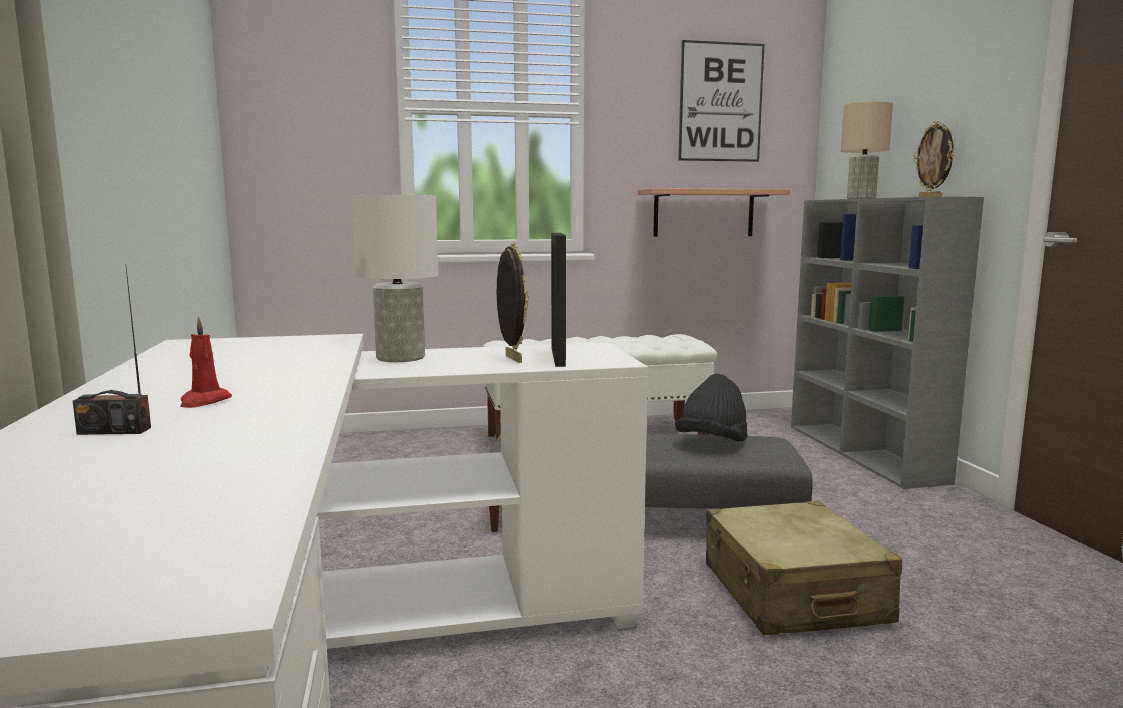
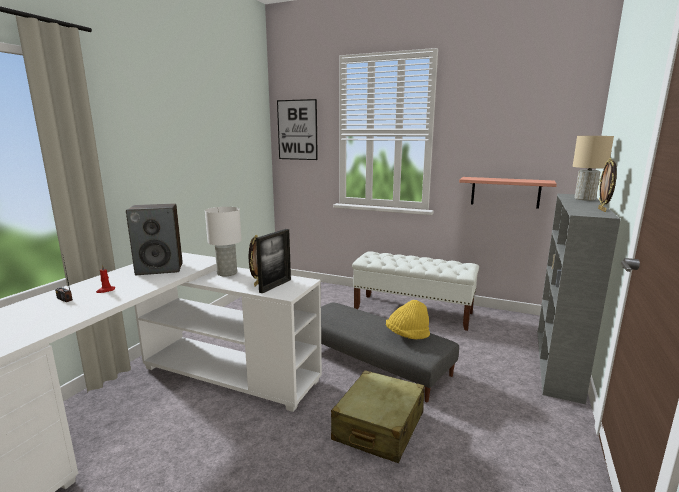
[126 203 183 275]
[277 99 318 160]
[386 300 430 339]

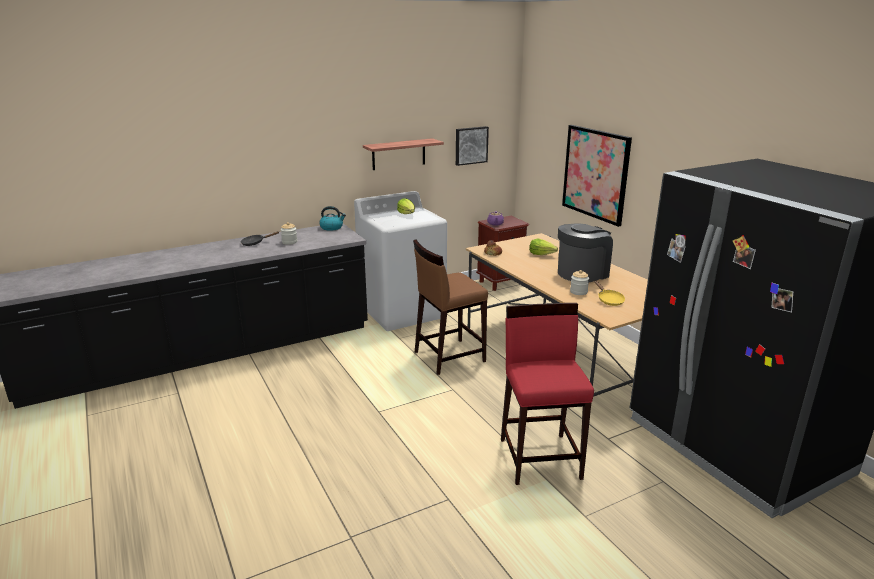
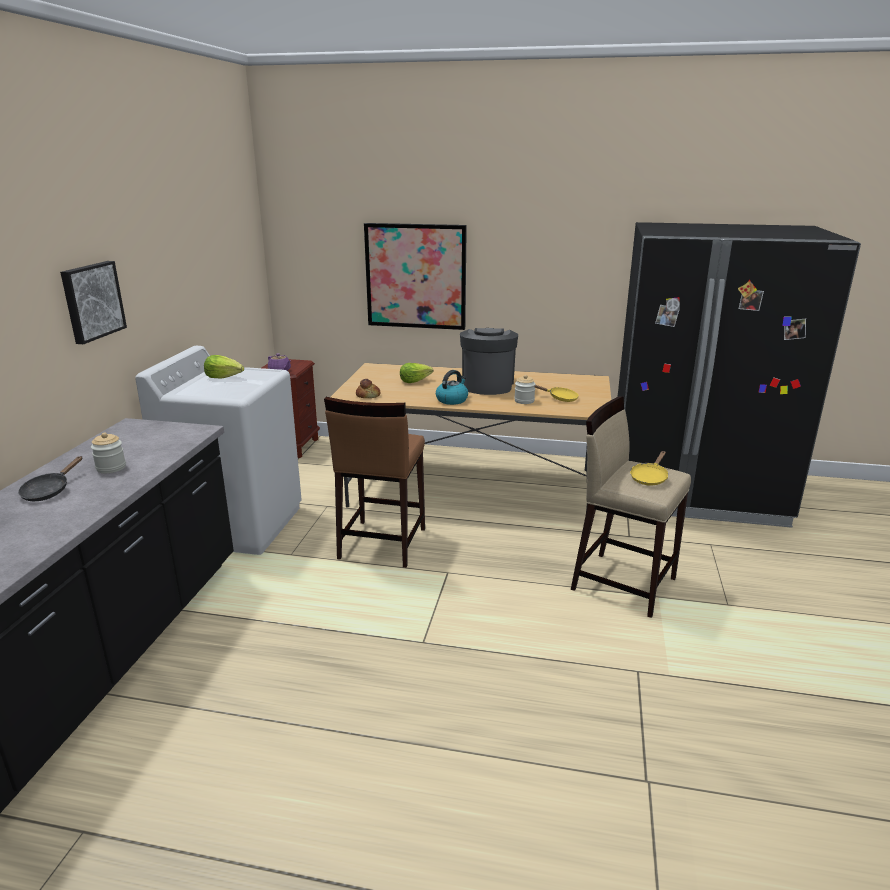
[60 261 127 344]
[436 370 468 405]
[571 396 691 618]
[630 451 668 486]
[363 138 444 170] (first image)

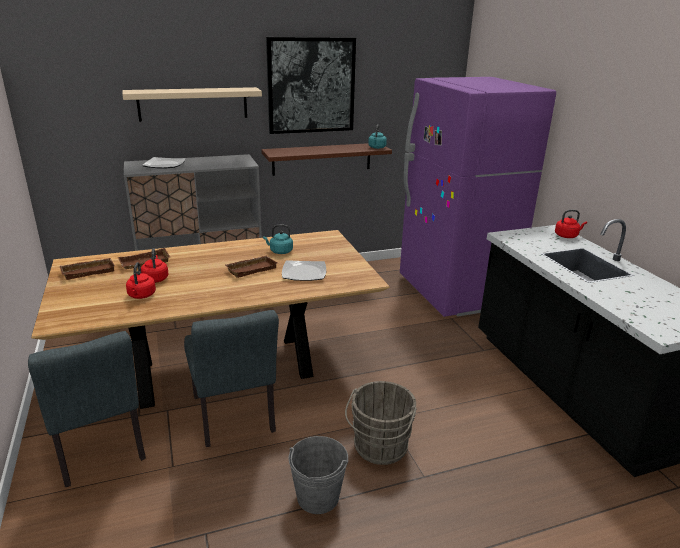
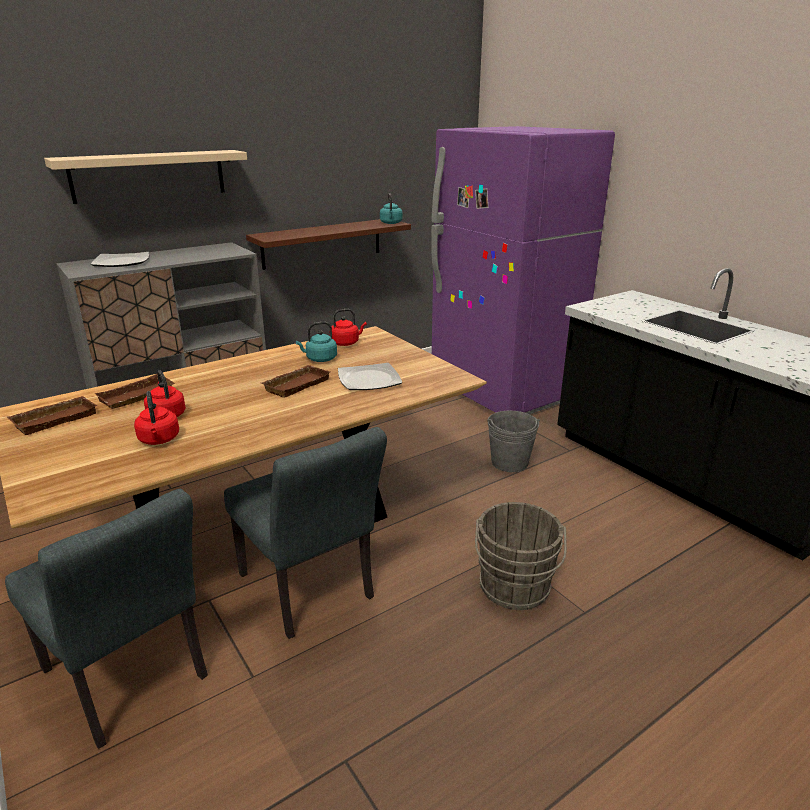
[329 309 367 346]
[487 411 540 472]
[266 37 356 134] (first image)

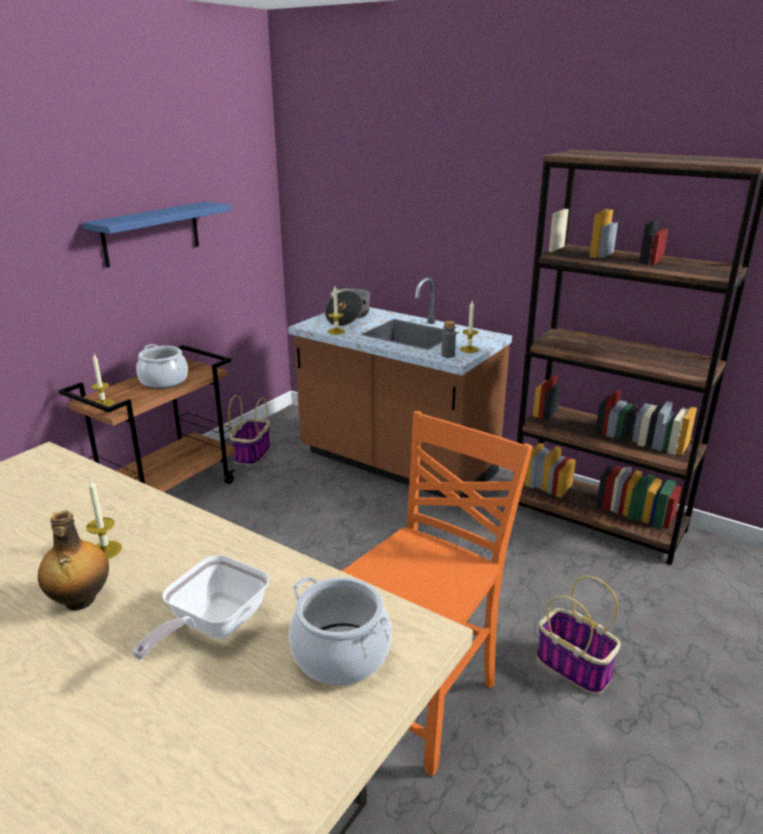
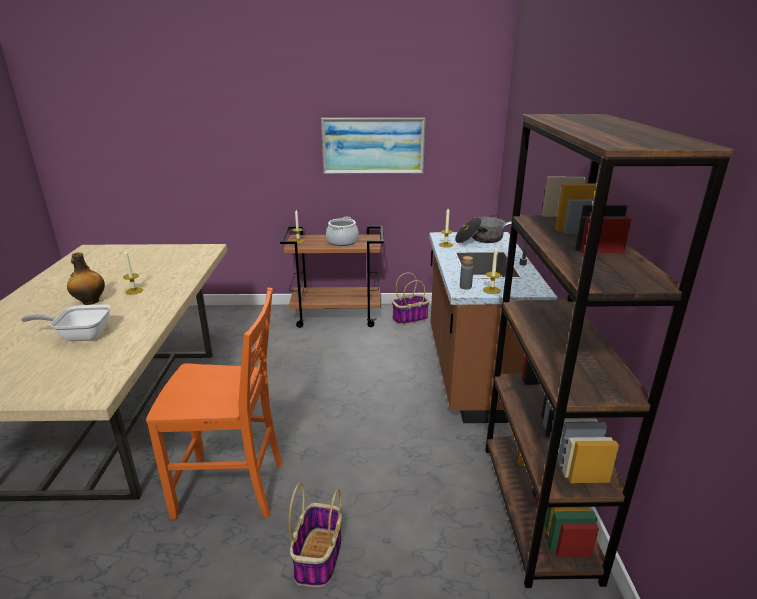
[321 118 425 174]
[289 577 392 685] (first image)

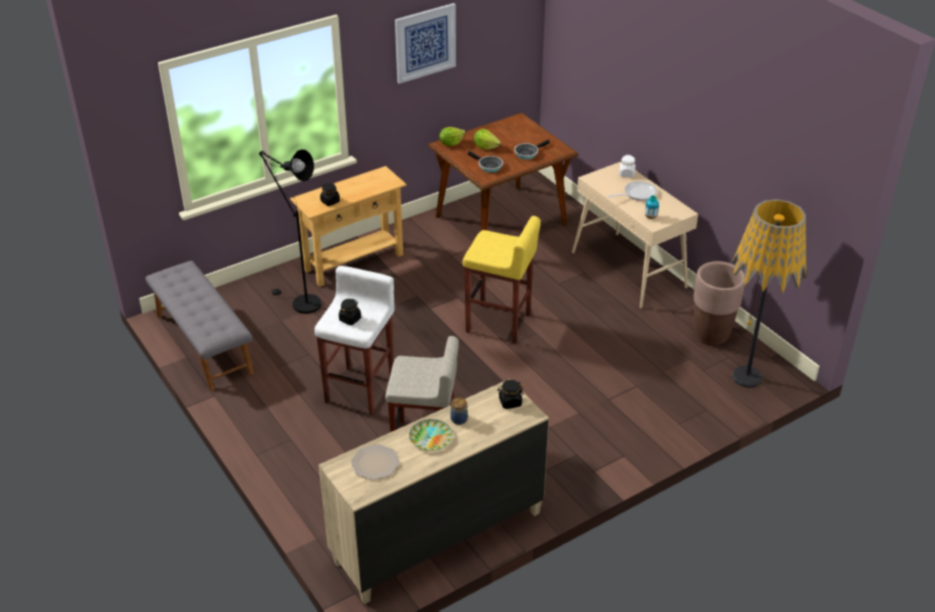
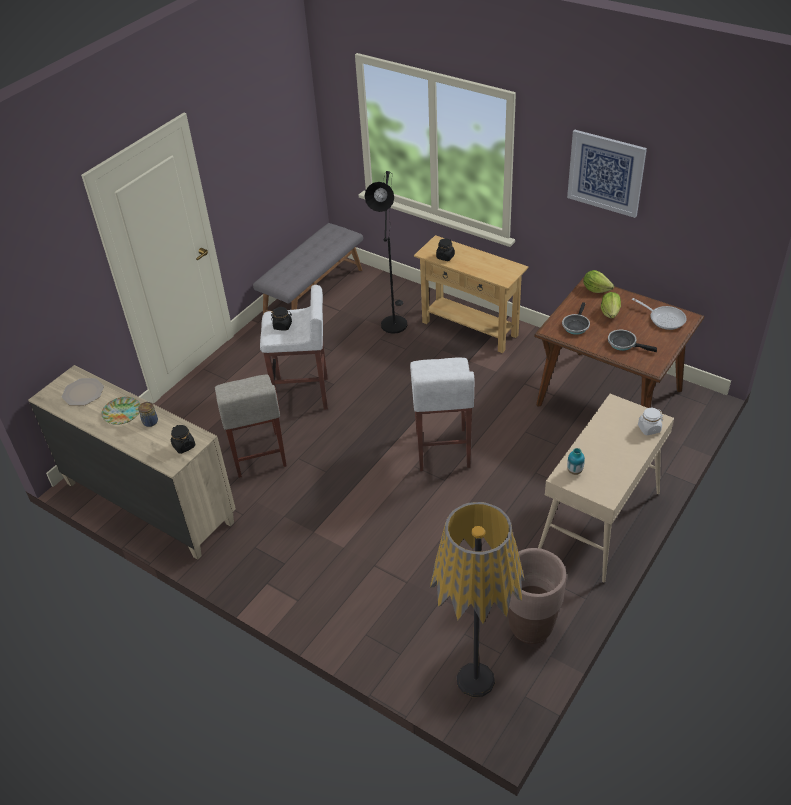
[410 358 474 471]
[632 298 687 330]

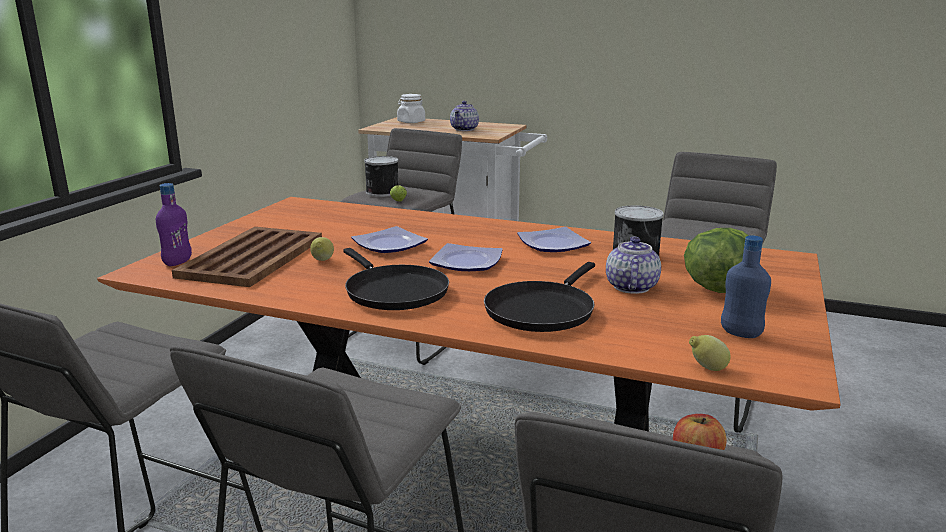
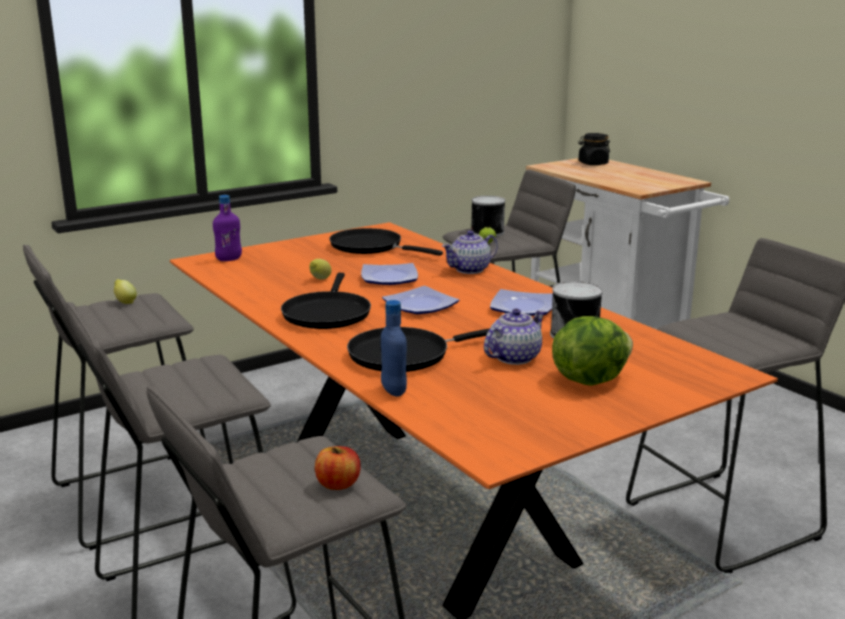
[114 279 137 304]
[329 228 443 256]
[381 300 407 397]
[442 230 498 274]
[578 133 610 165]
[172 227 322 287] (first image)

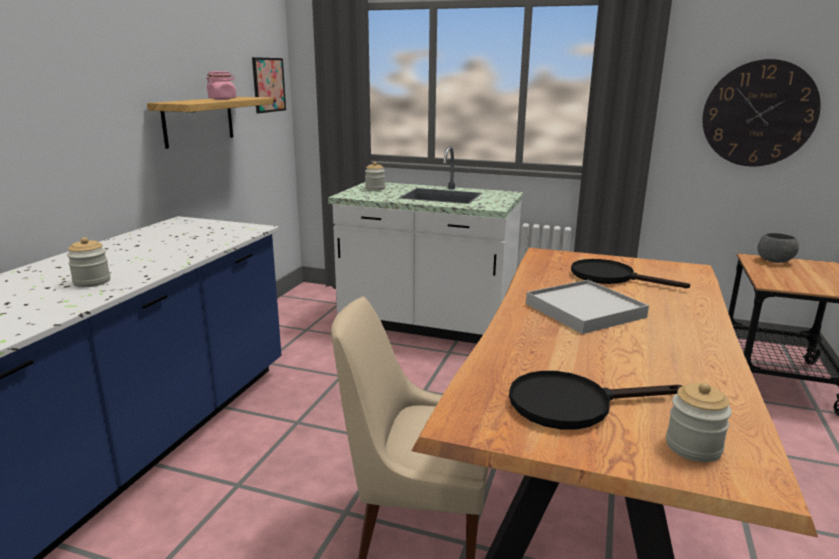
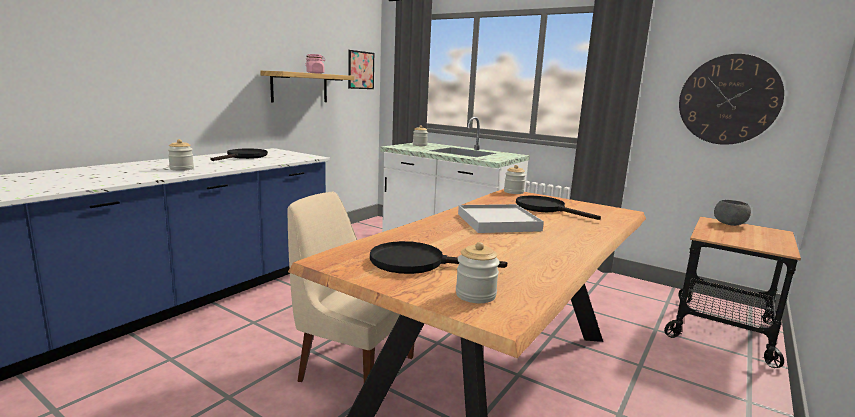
[211 149 268 161]
[504 165 526 194]

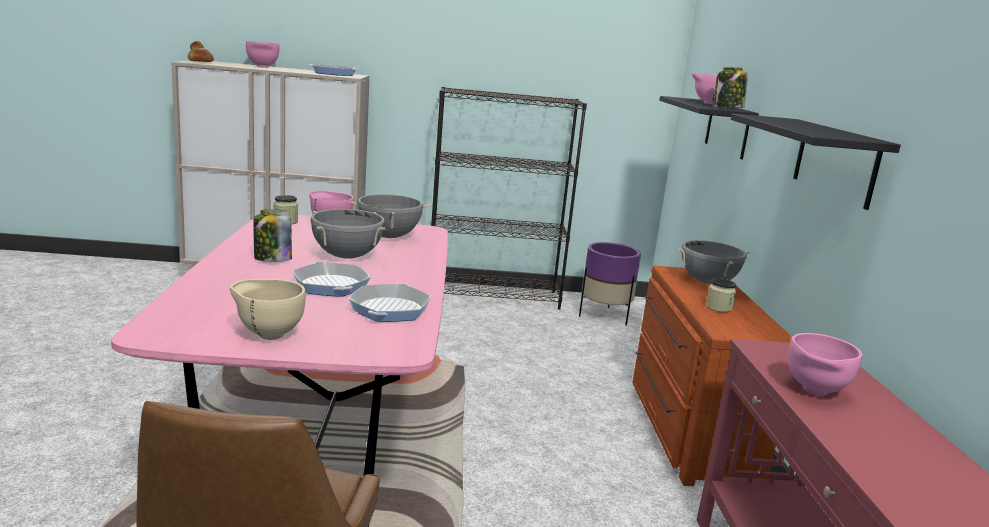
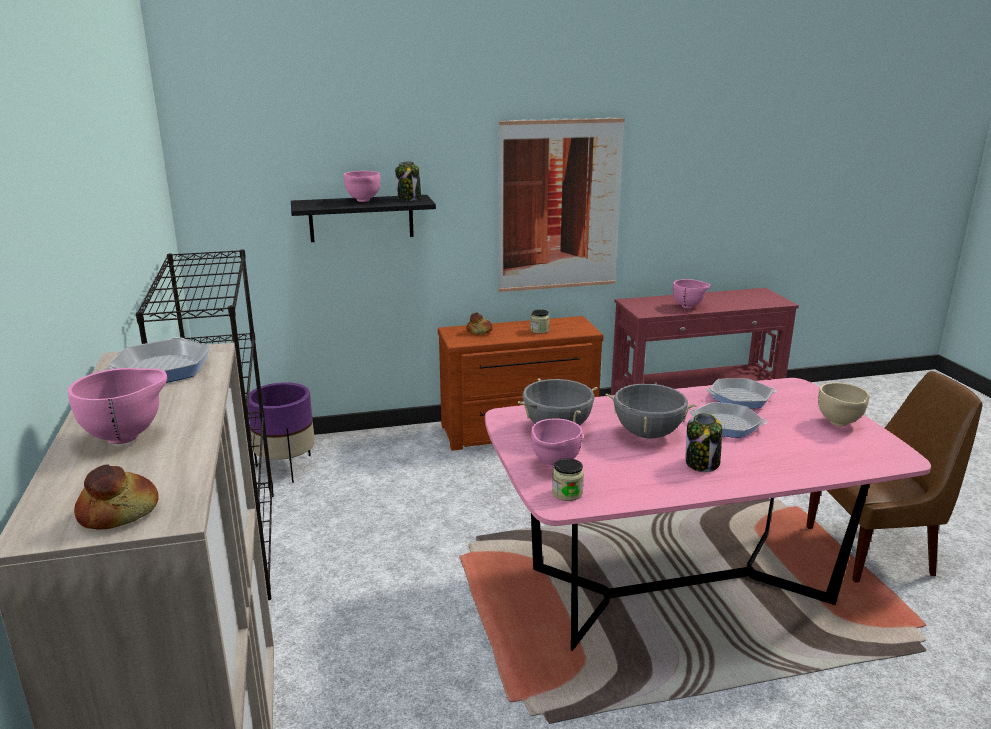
[466 313 493 334]
[498 118 625 292]
[689 402 767 438]

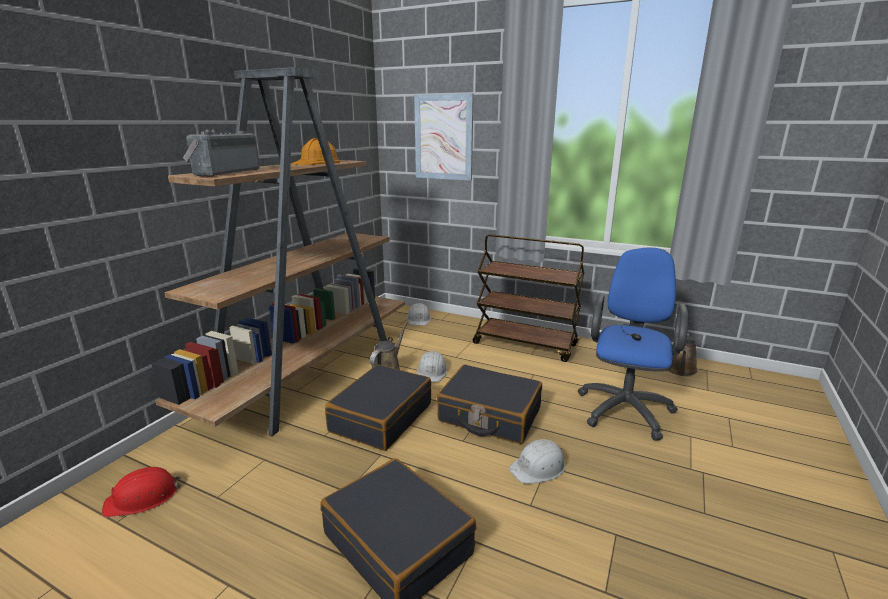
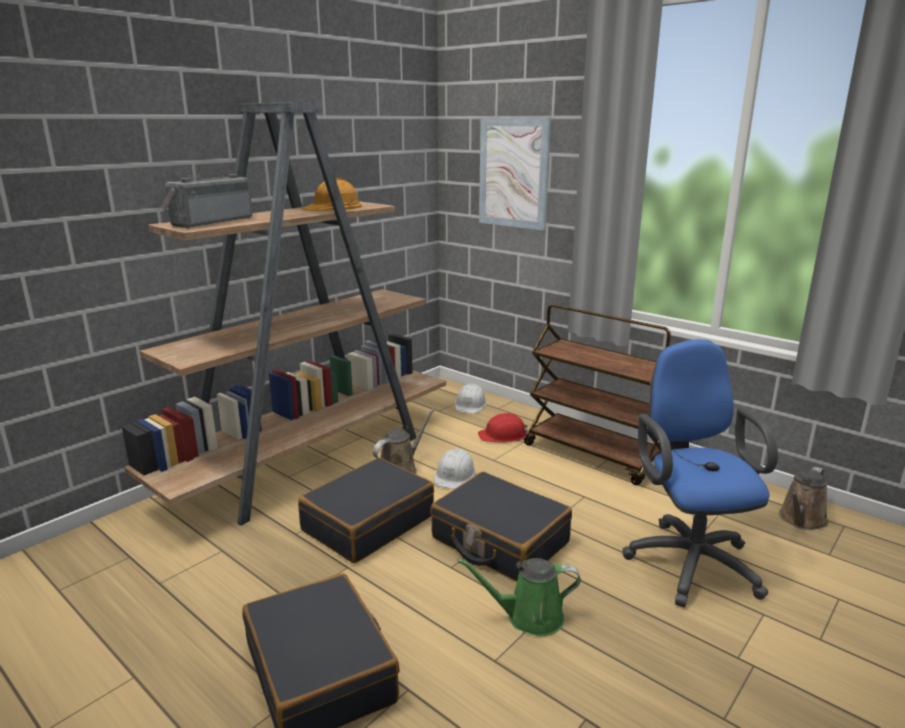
[457 558 581 636]
[478 413 528 443]
[622 339 778 607]

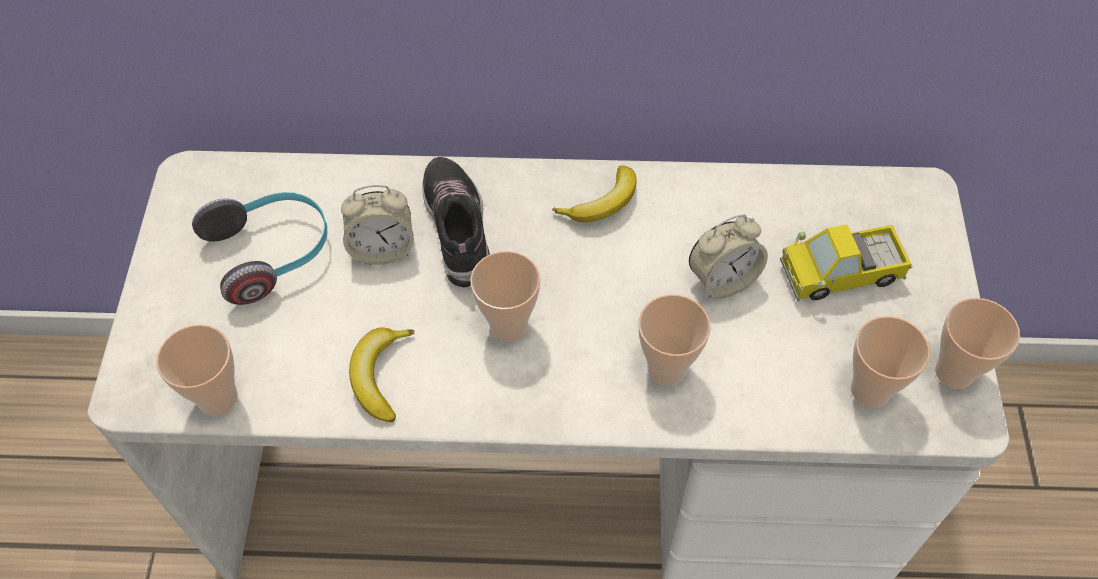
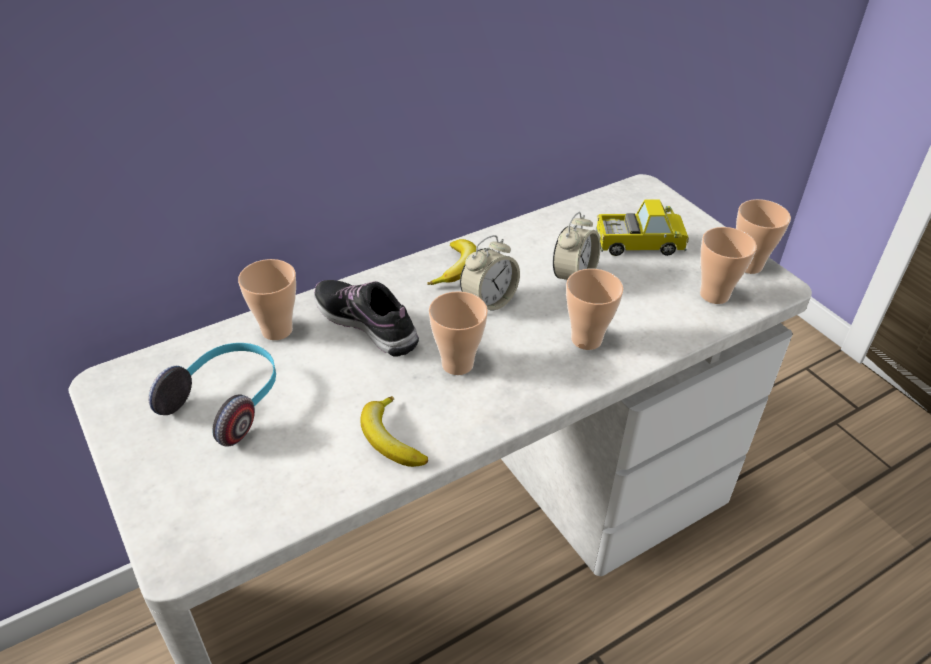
[238 259 296 340]
[460 235 520 310]
[596 200 689 256]

